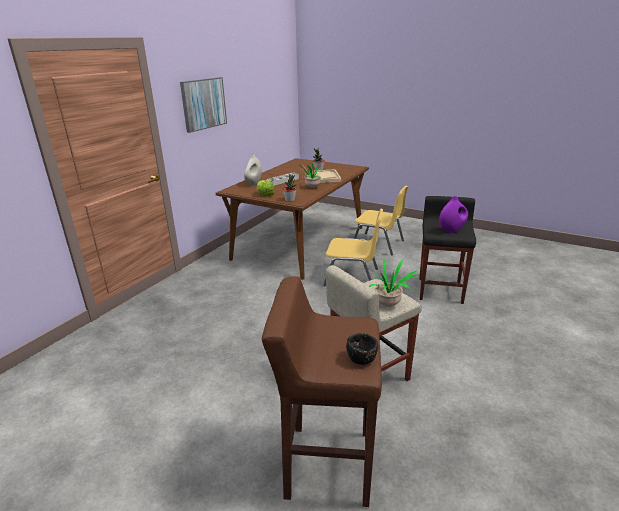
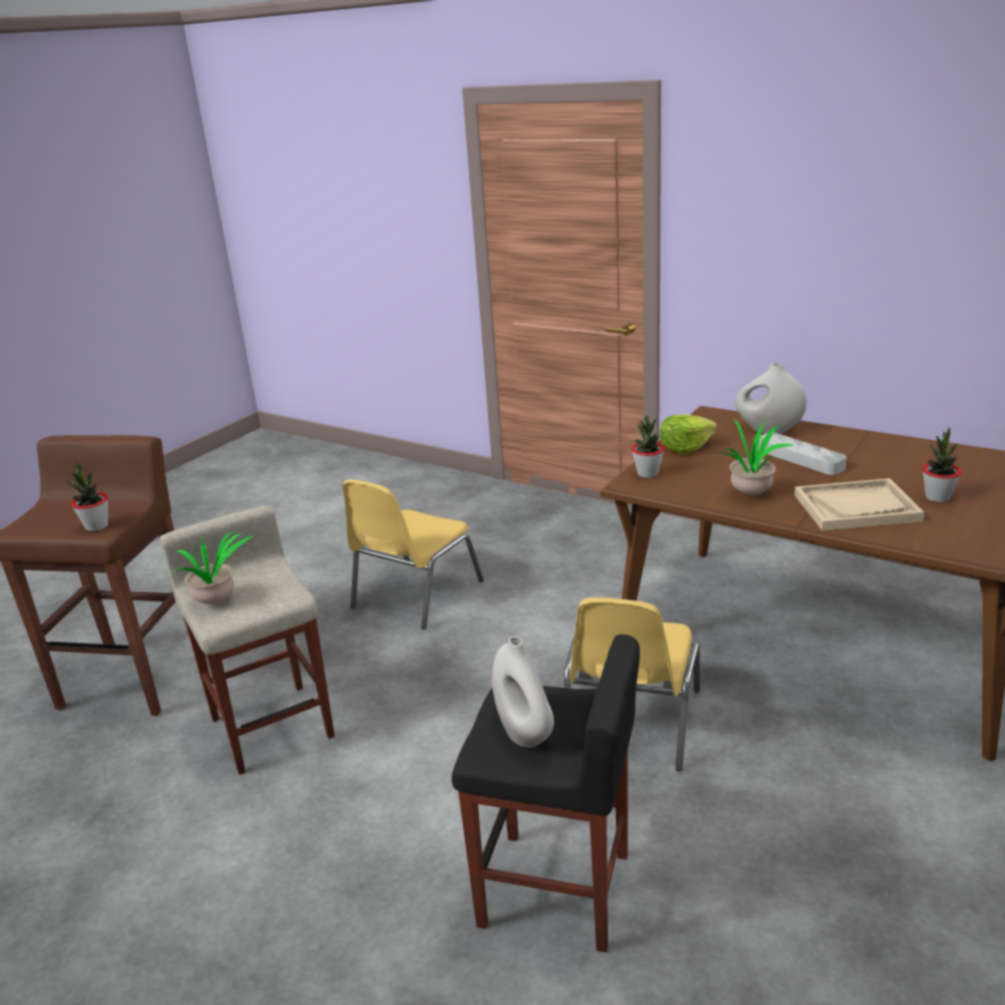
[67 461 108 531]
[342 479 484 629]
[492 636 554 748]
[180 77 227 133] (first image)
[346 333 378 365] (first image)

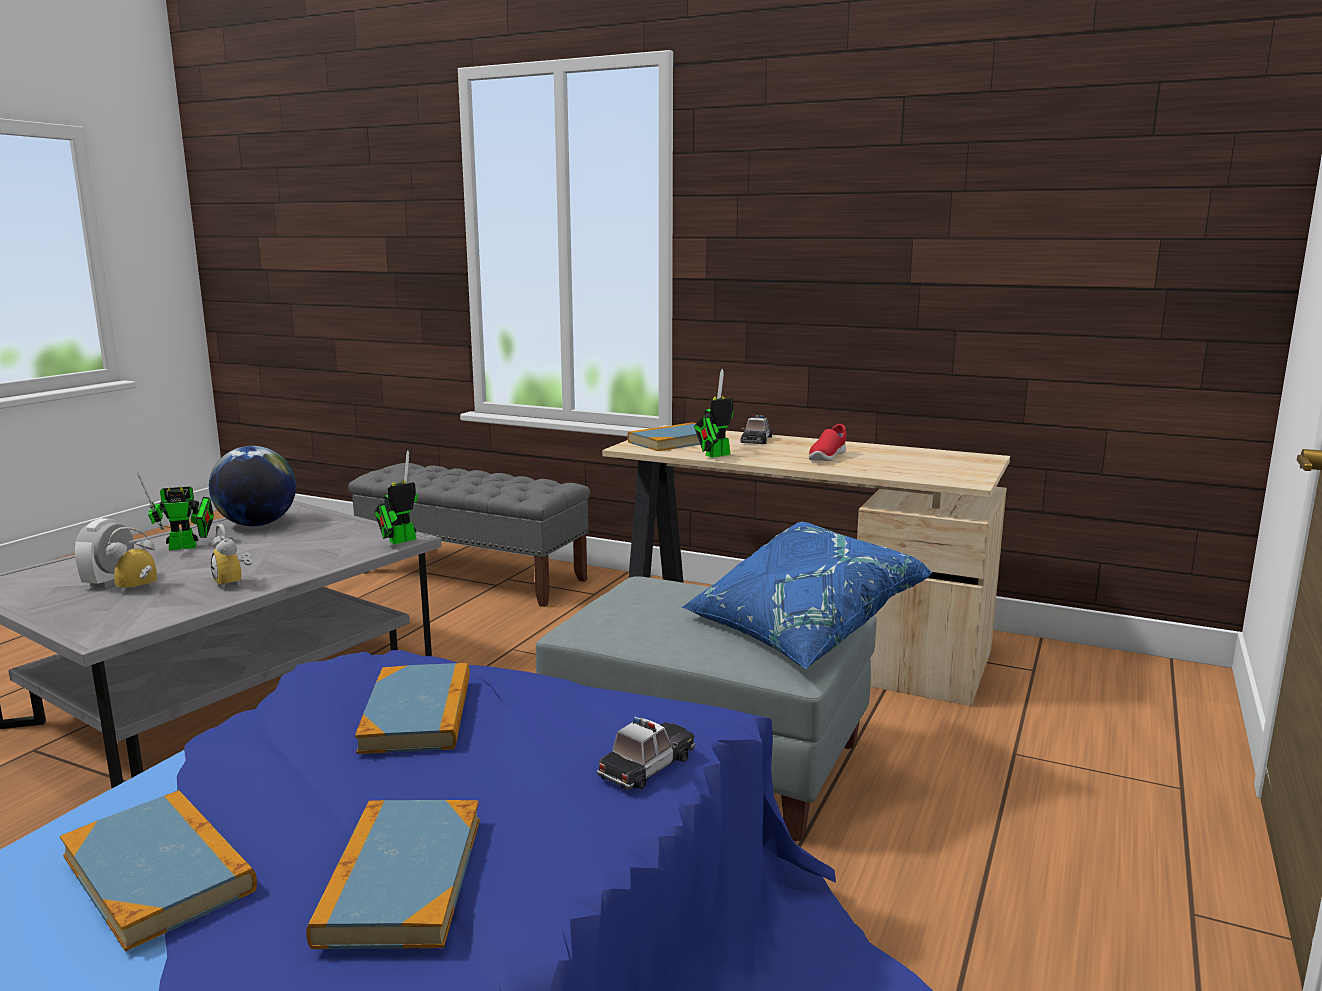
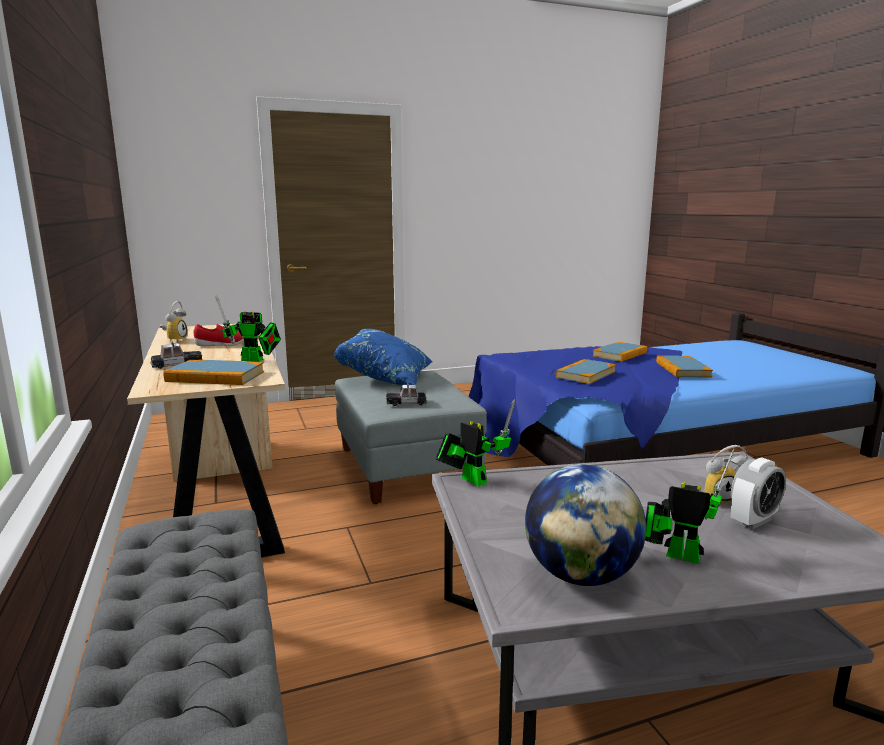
[160 301 188 342]
[386 382 427 406]
[436 400 515 486]

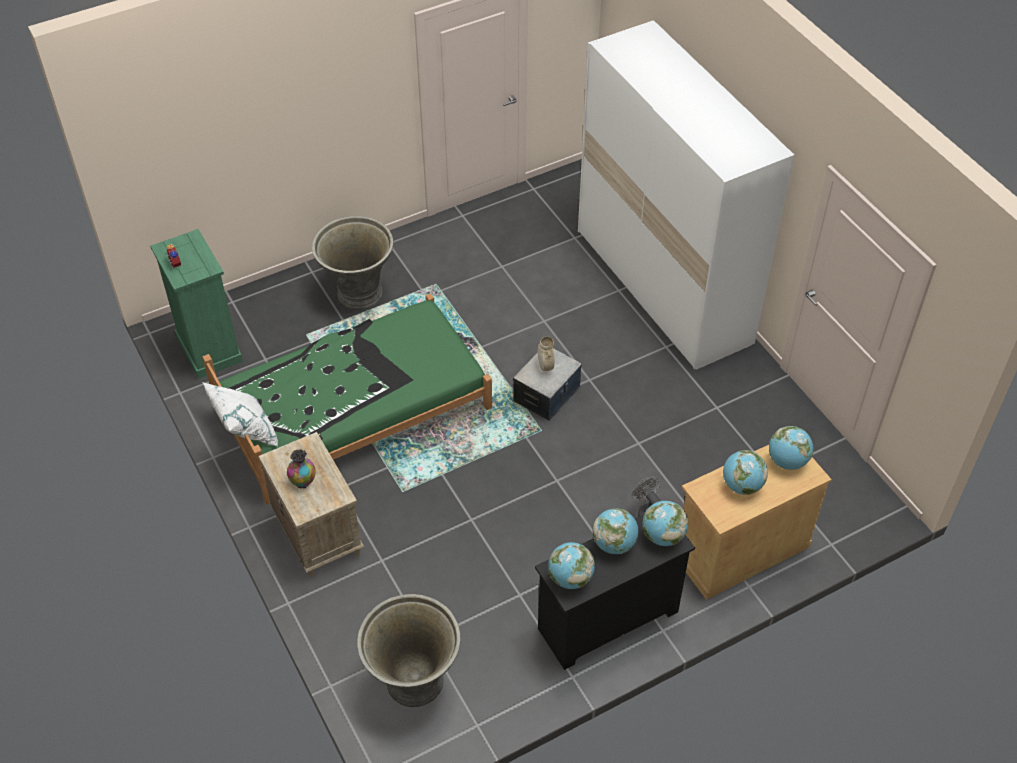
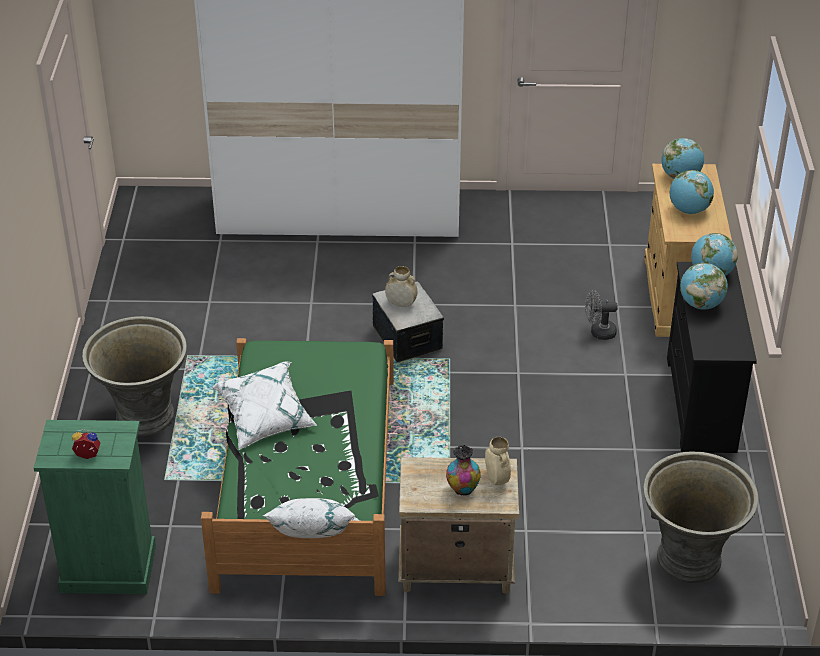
[211 361 317 450]
[485 437 511 485]
[548 542 595 589] (first image)

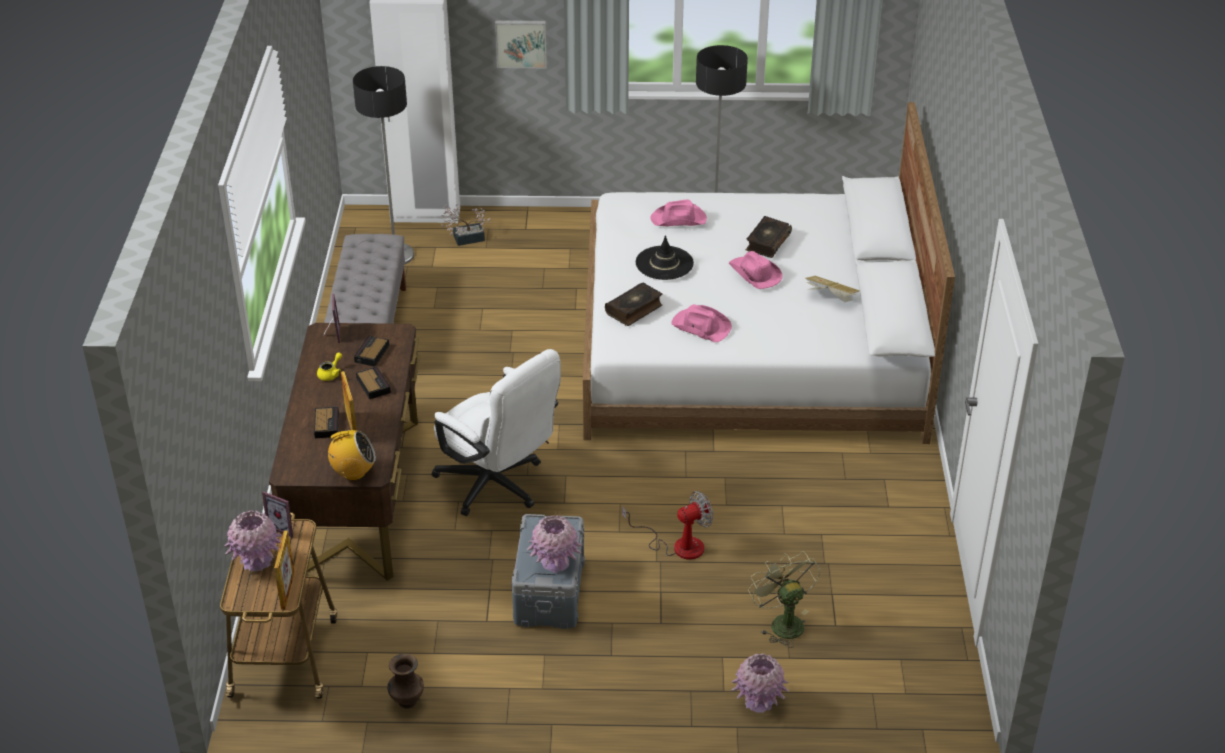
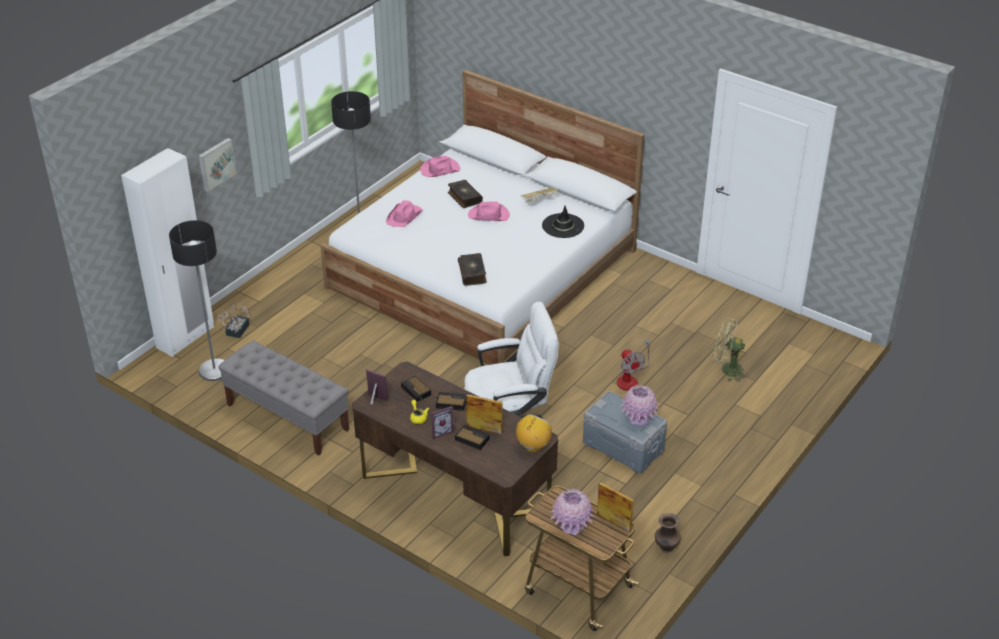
[420 156 460 177]
[431 406 454 440]
[542 206 584 238]
[617 339 650 391]
[731 653 789 713] (first image)

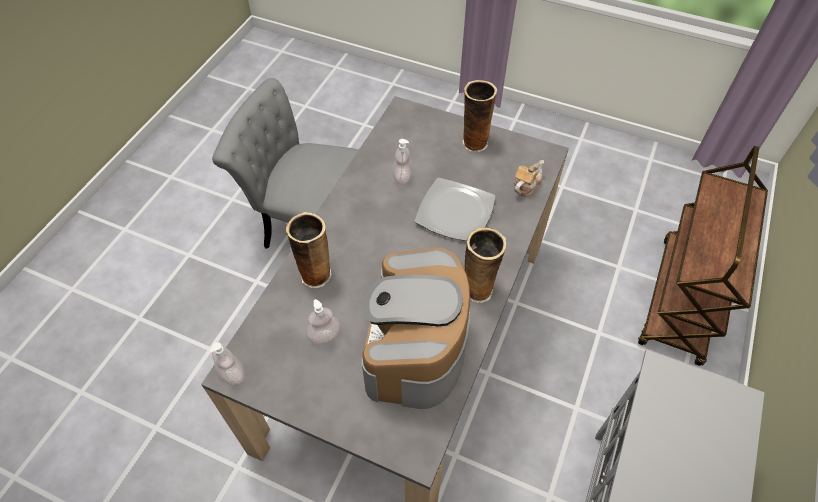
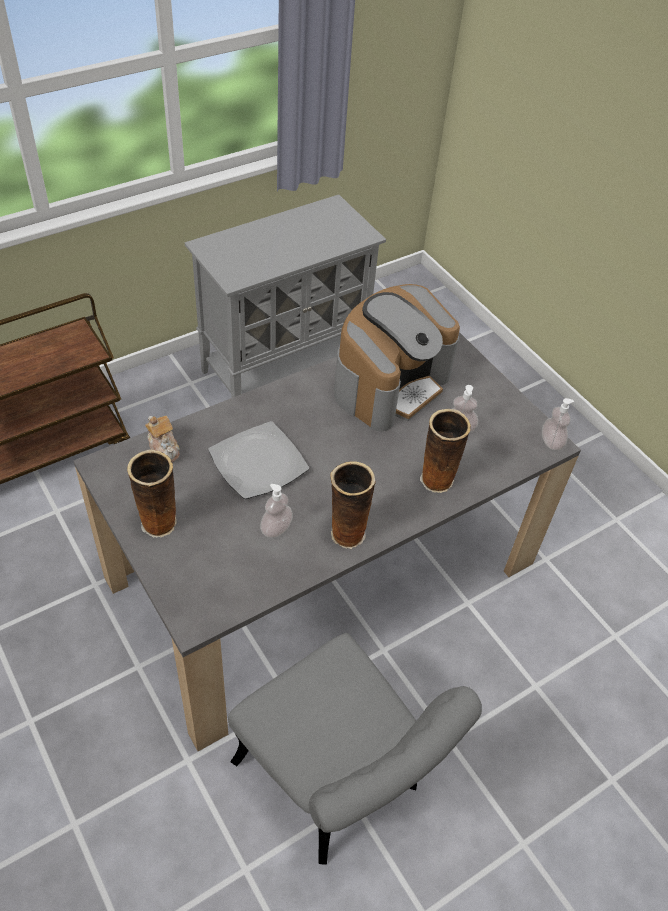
[145 416 180 462]
[330 461 376 549]

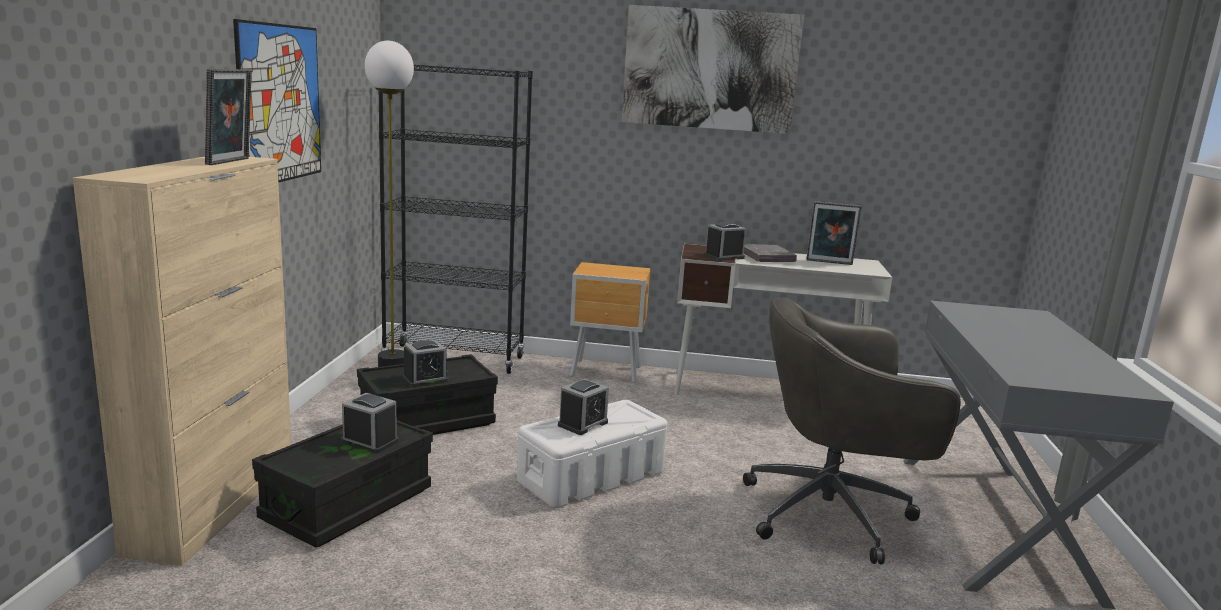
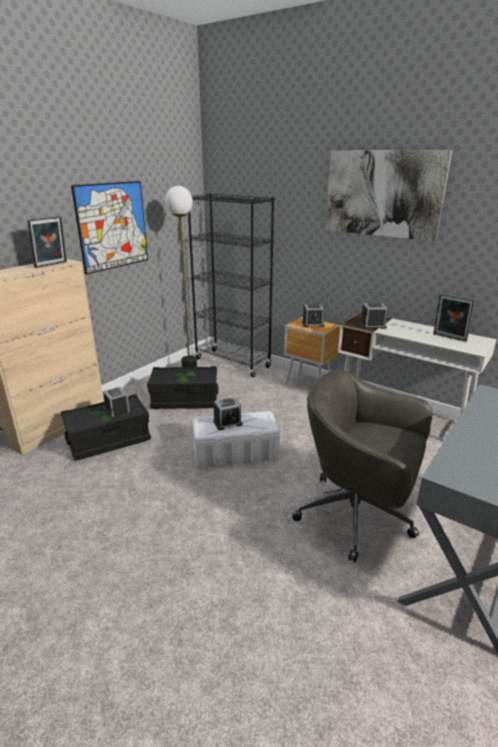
[302 304 324 327]
[744 244 797 262] (first image)

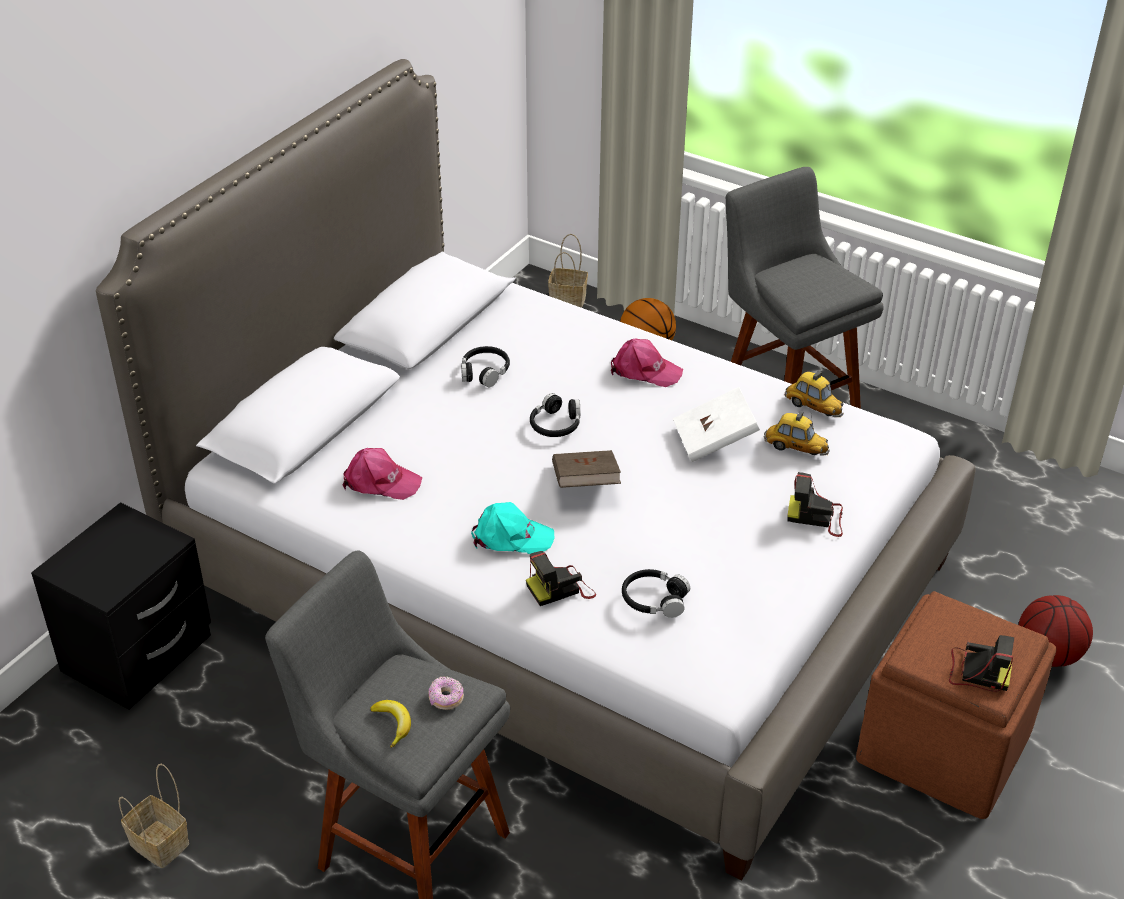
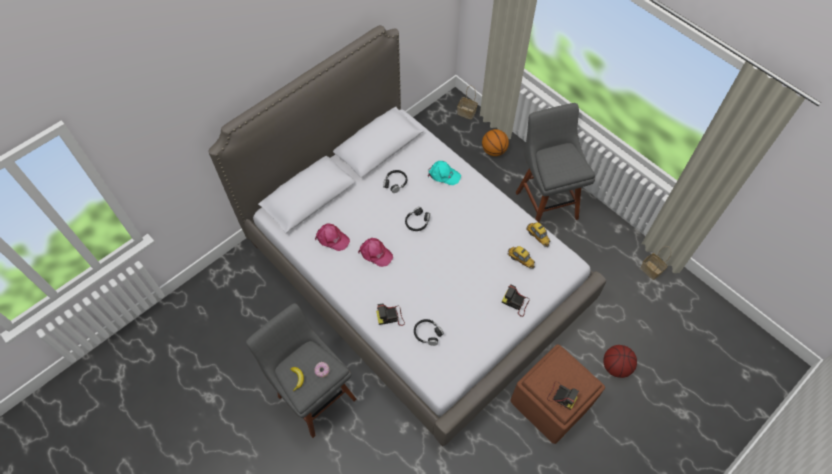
[358 238 393 267]
[428 161 461 185]
[640 246 671 280]
[31 502 211 710] (first image)
[552 450 621 488] (first image)
[673 387 760 462] (first image)

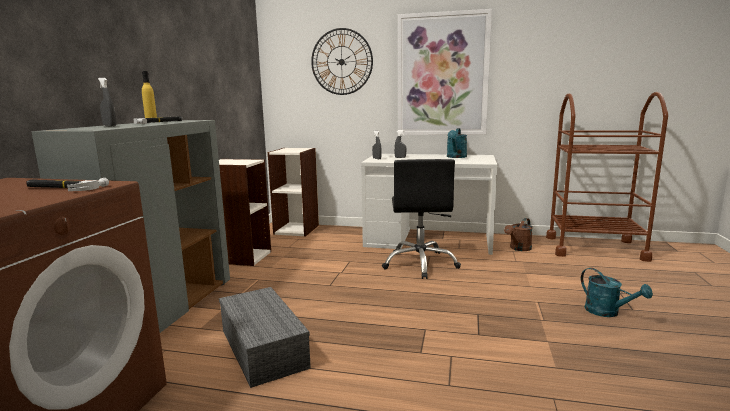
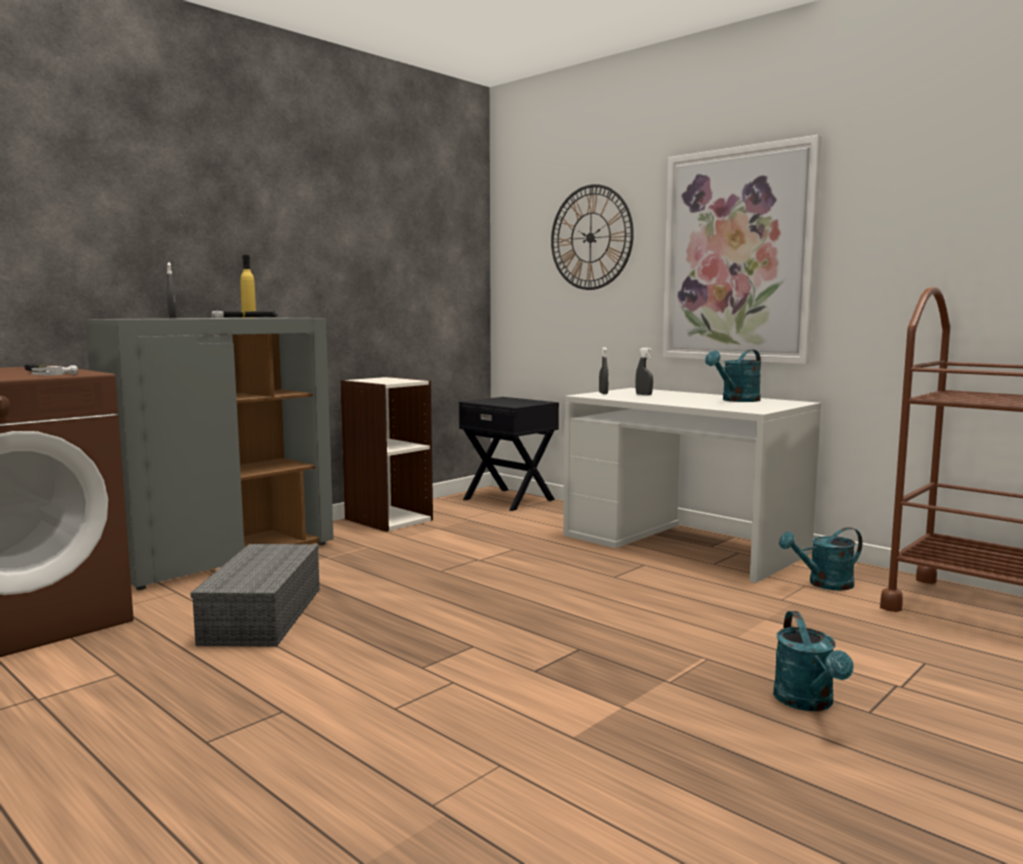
[459 397 559 511]
[779 527 862 590]
[382 159 461 279] (first image)

